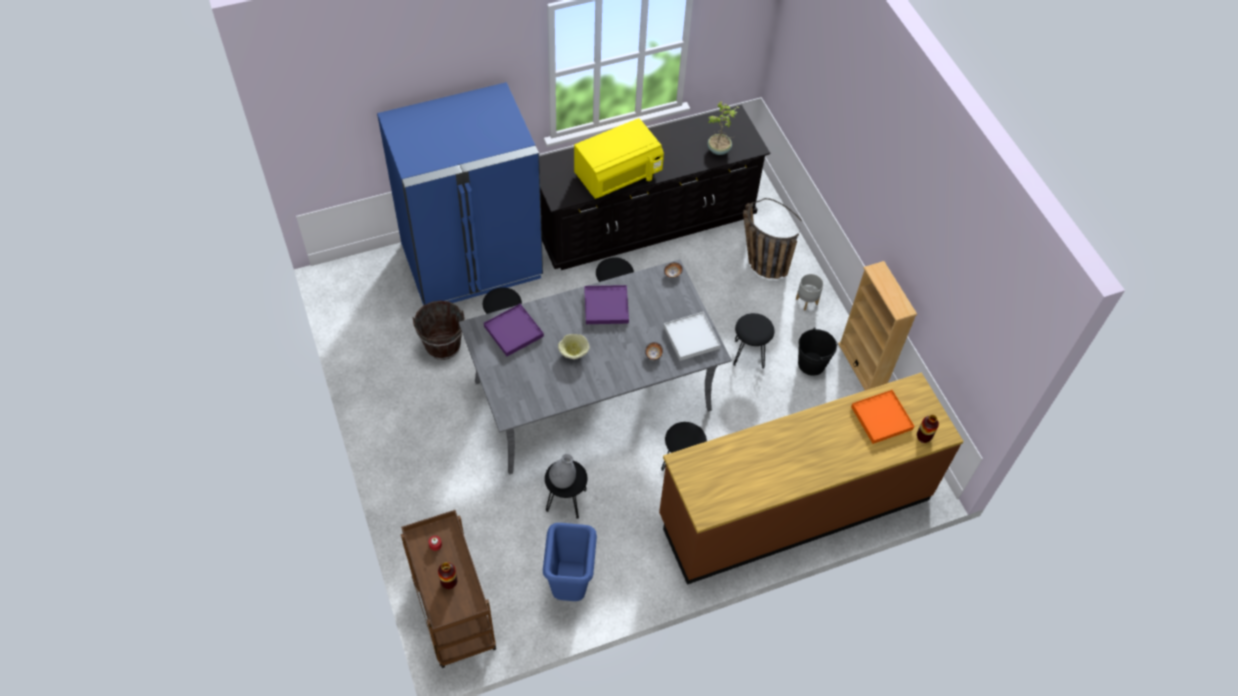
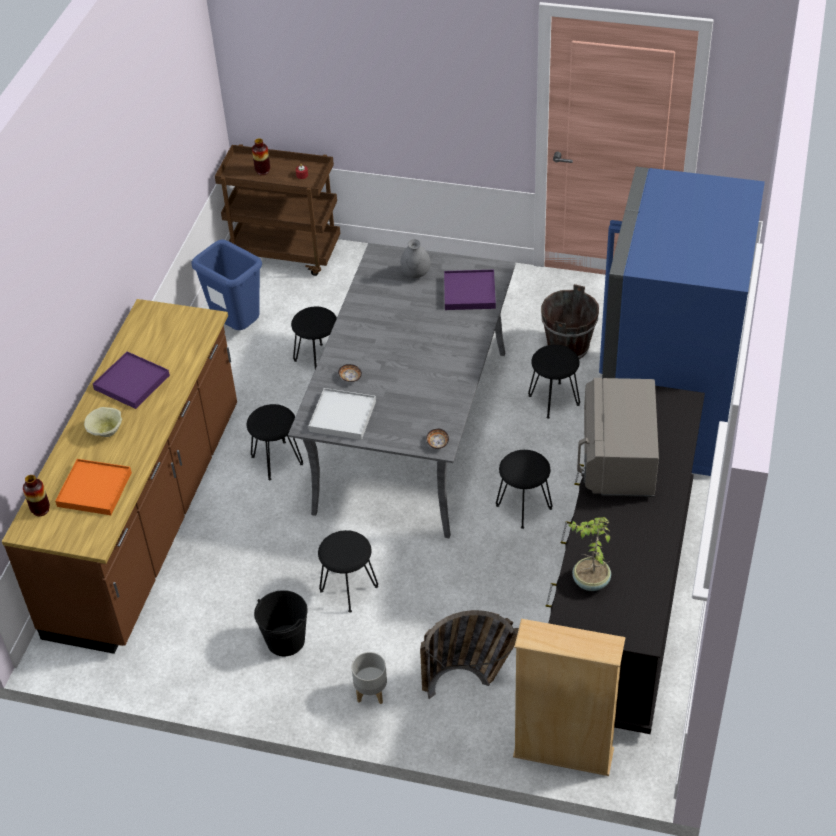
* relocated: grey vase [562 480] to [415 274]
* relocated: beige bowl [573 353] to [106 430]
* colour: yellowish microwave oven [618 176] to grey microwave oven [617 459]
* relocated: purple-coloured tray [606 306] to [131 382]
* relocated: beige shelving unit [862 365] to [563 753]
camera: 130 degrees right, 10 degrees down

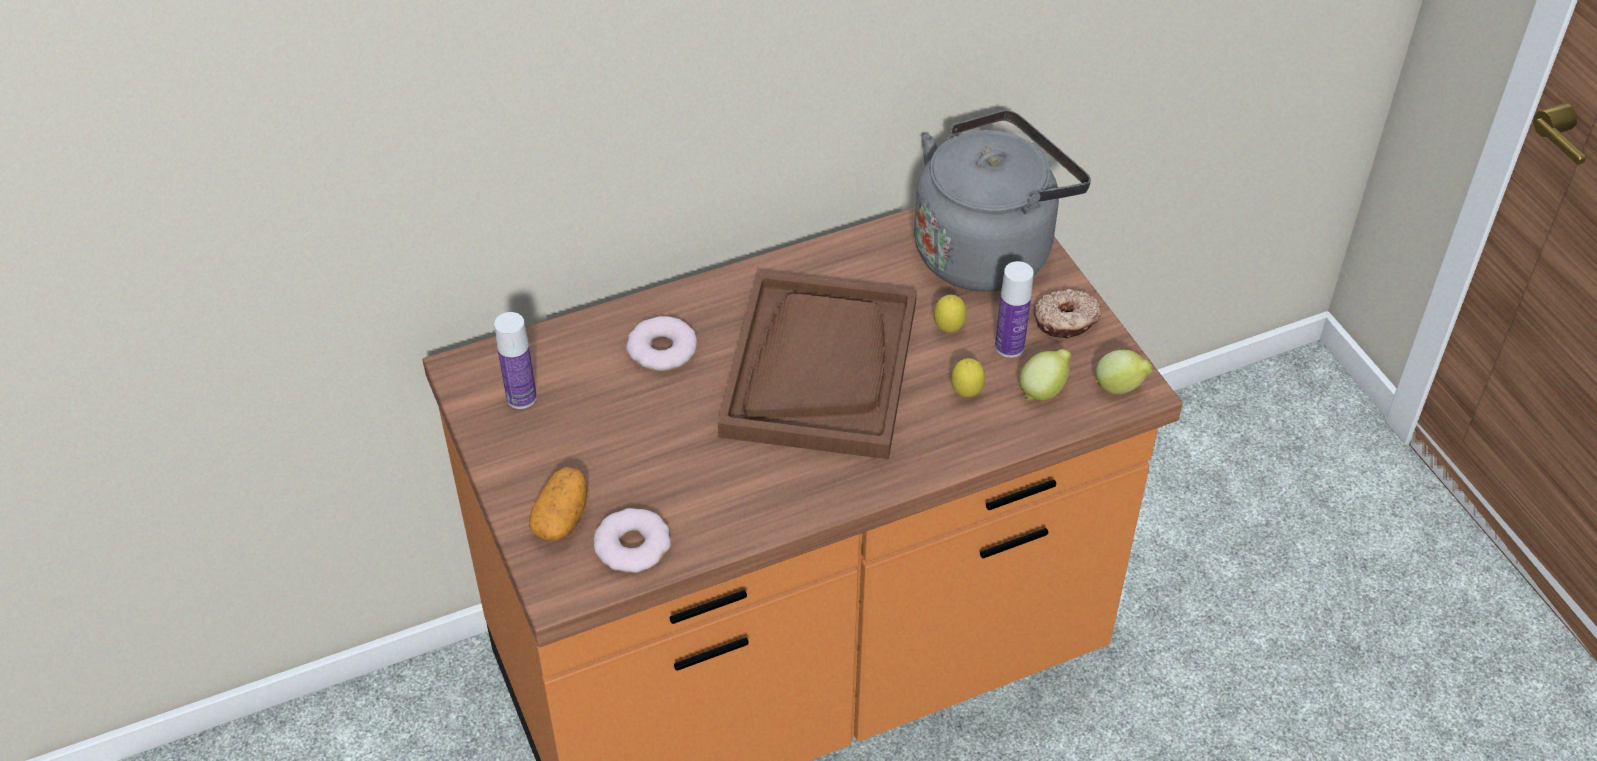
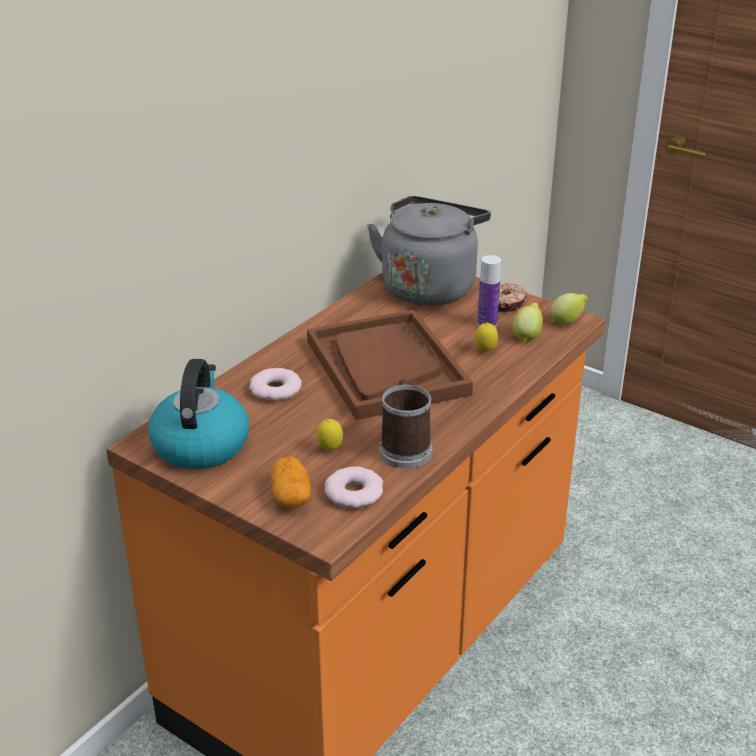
* exchanged: bottle [521 397] to kettle [200 444]
* relocated: lemon [948 330] to [330 450]
* appeared: coffee mug [404 448]
camera: 30 degrees left, 15 degrees down

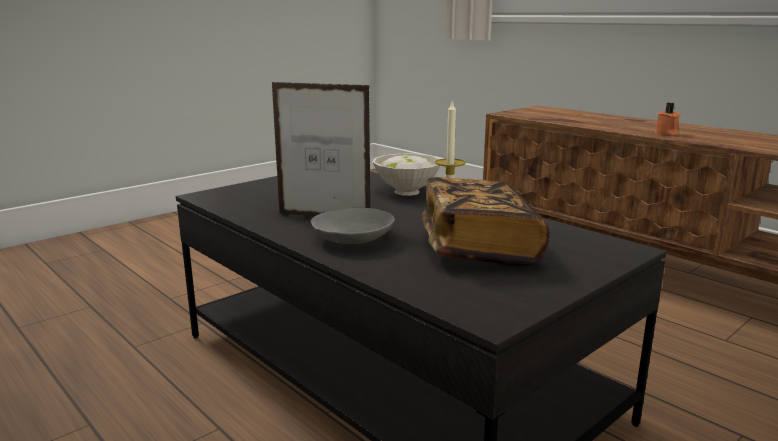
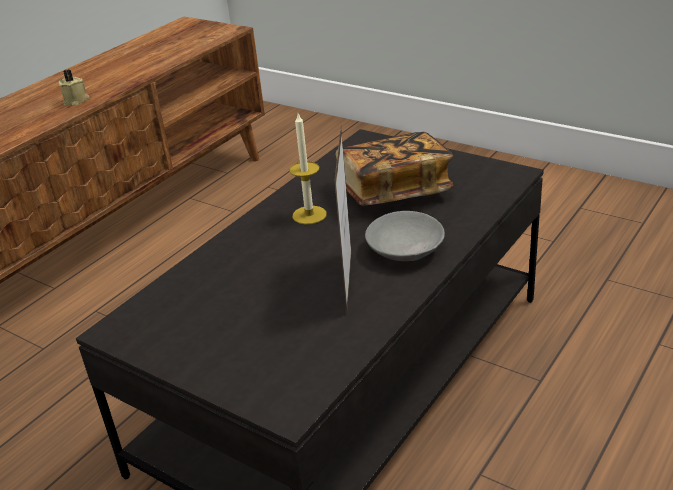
* missing: whitish bowl [408 191]
* colour: orangey wax light [666 133] to beige wax light [76 100]
camera: 100 degrees left, 15 degrees up

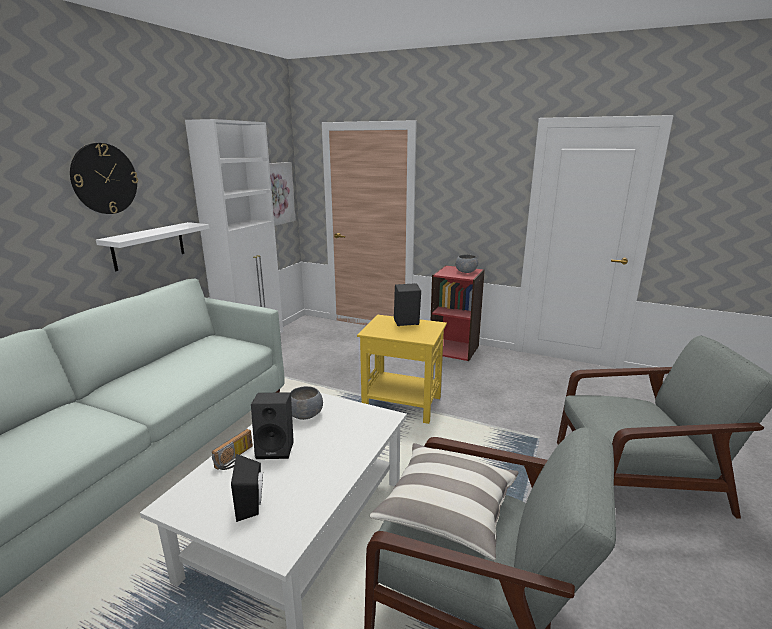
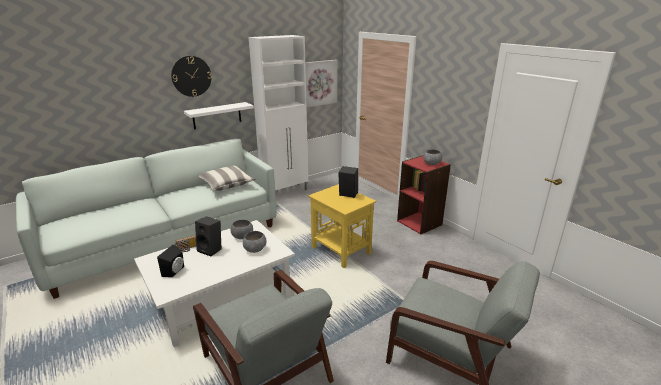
* relocated: cushion [447 510] to [226 185]
* appeared: grey bowl [254 249]
camera: 30 degrees right, 5 degrees up

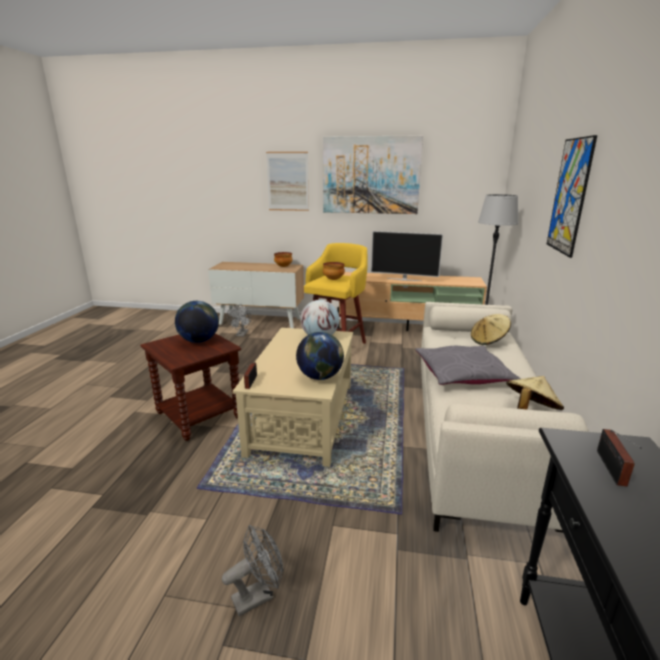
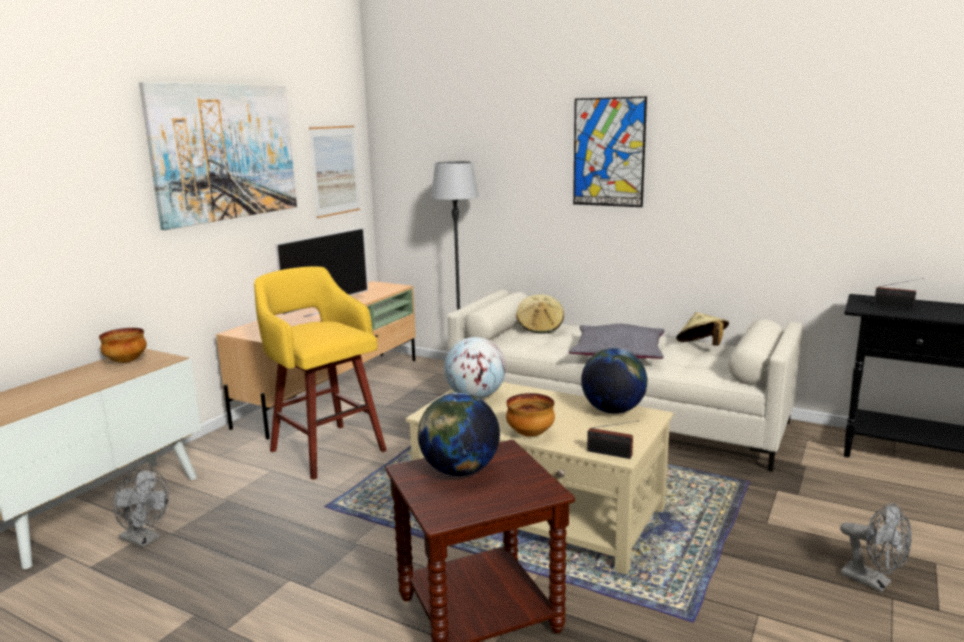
* spun: grey cooling fan [258 595] = [873 582] 150 degrees clockwise
* relocated: picture [288 181] to [335 170]
* relocated: bowl [333 279] to [530 434]
camera: 70 degrees left, 5 degrees down

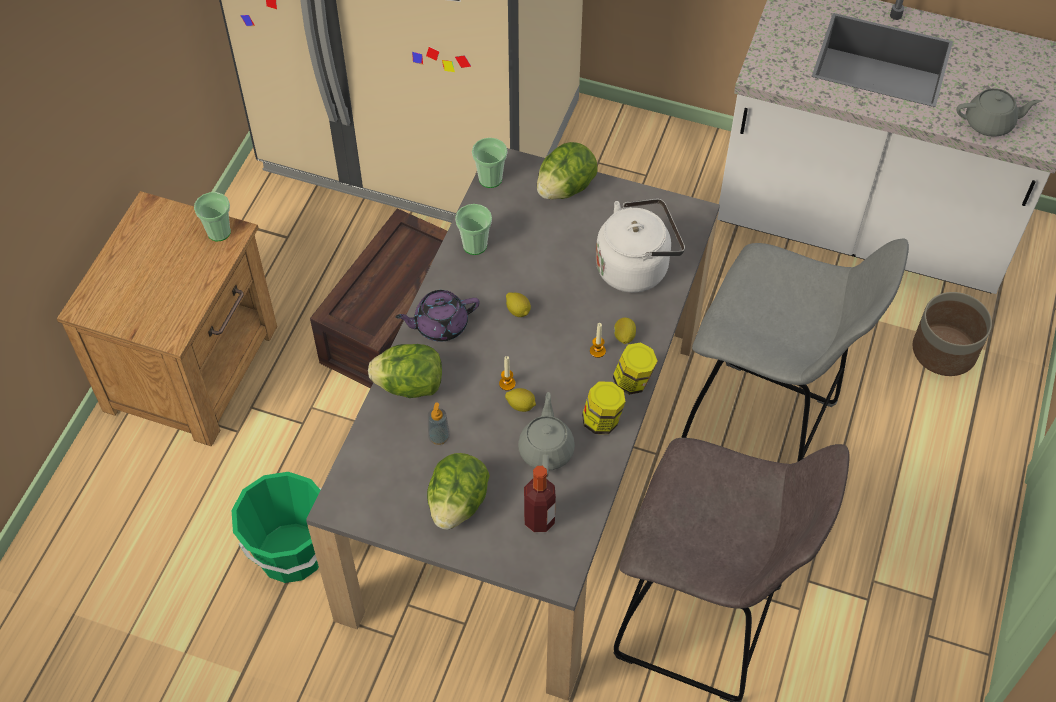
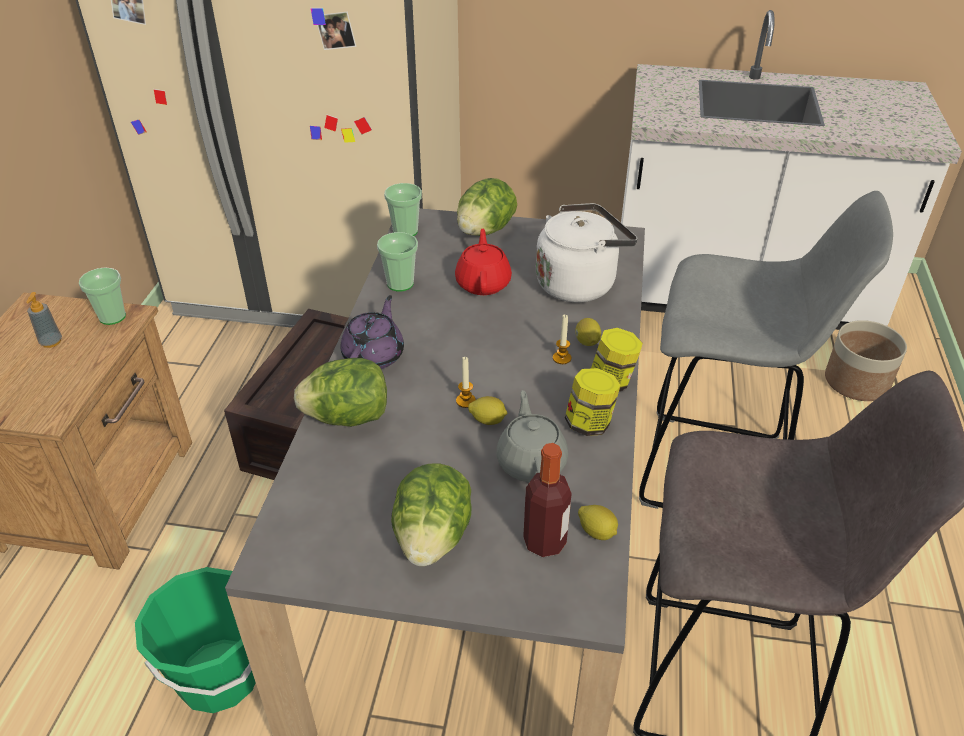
* spun: purple-coloured tea pot [440 325] = [374 355] 135 degrees clockwise
* relocated: soap dispenser [439 437] to [51 342]
* relocated: lemon [518 311] to [597 532]
* missing: grey tea pot [990 123]
* appeared: red tea pot [483 283]
camera: 10 degrees left, 15 degrees down

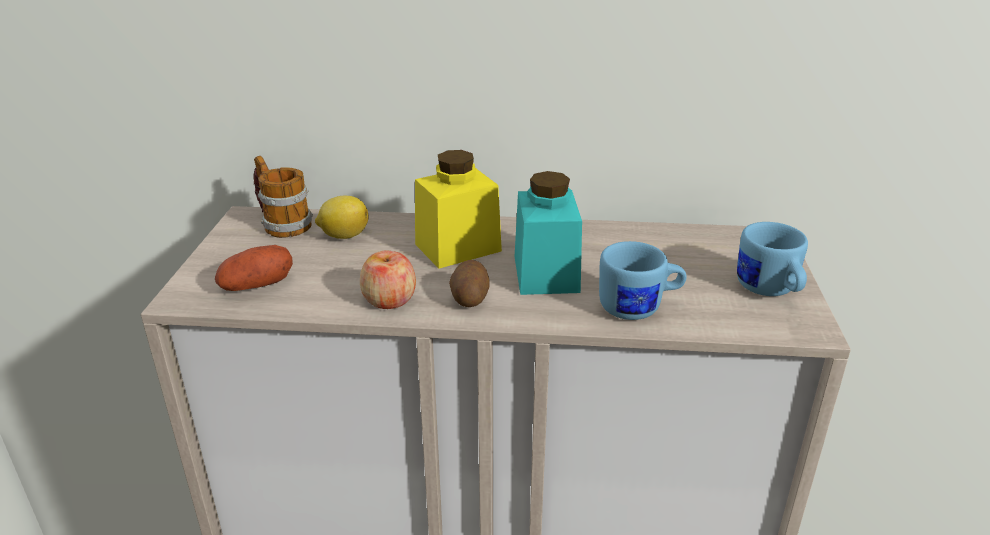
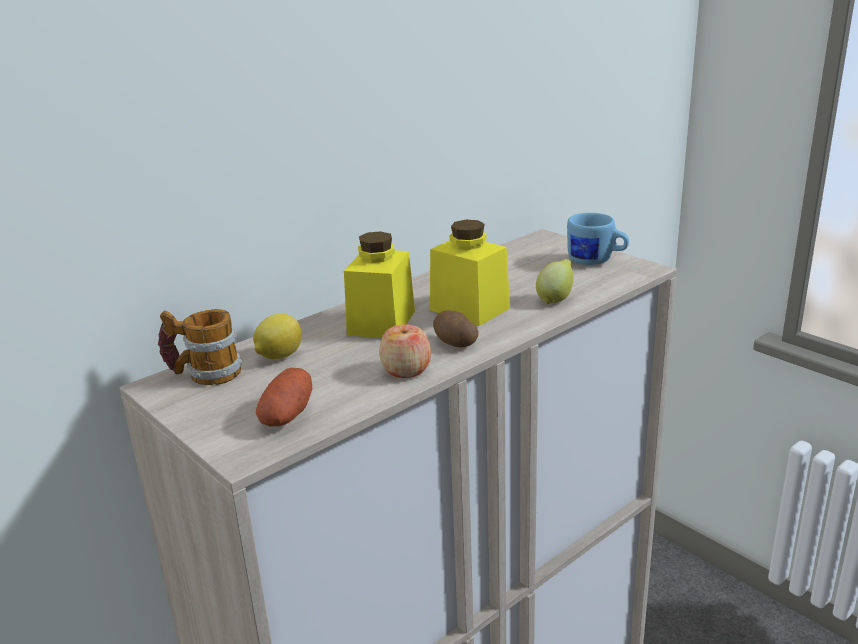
* colour: turquoise-coloured preserve jar [546 274] to yellowish preserve jar [469 309]
* exchanged: blue-coloured coffee mug [639 308] to lemon [555 299]
camera: 45 degrees left, 5 degrees down

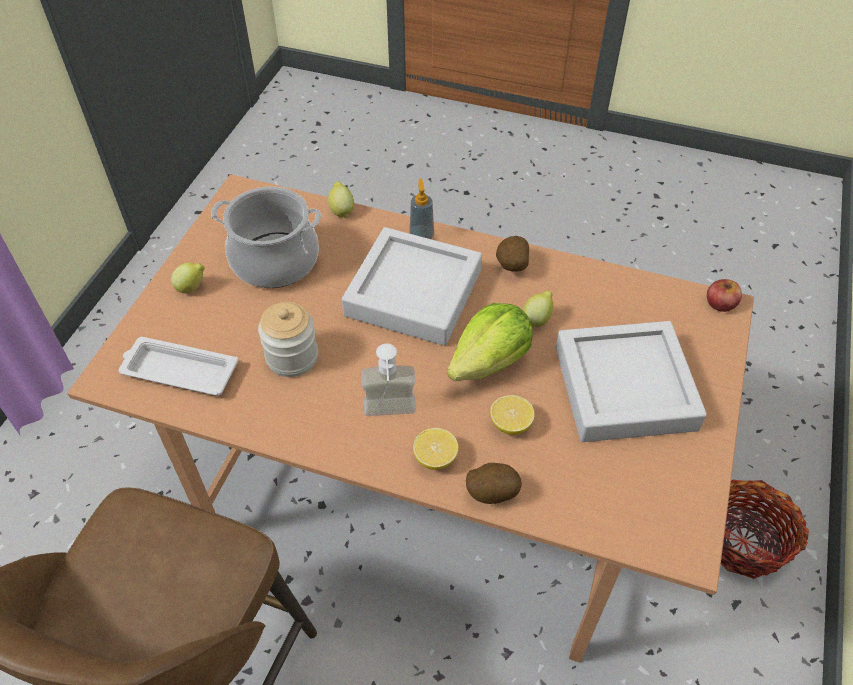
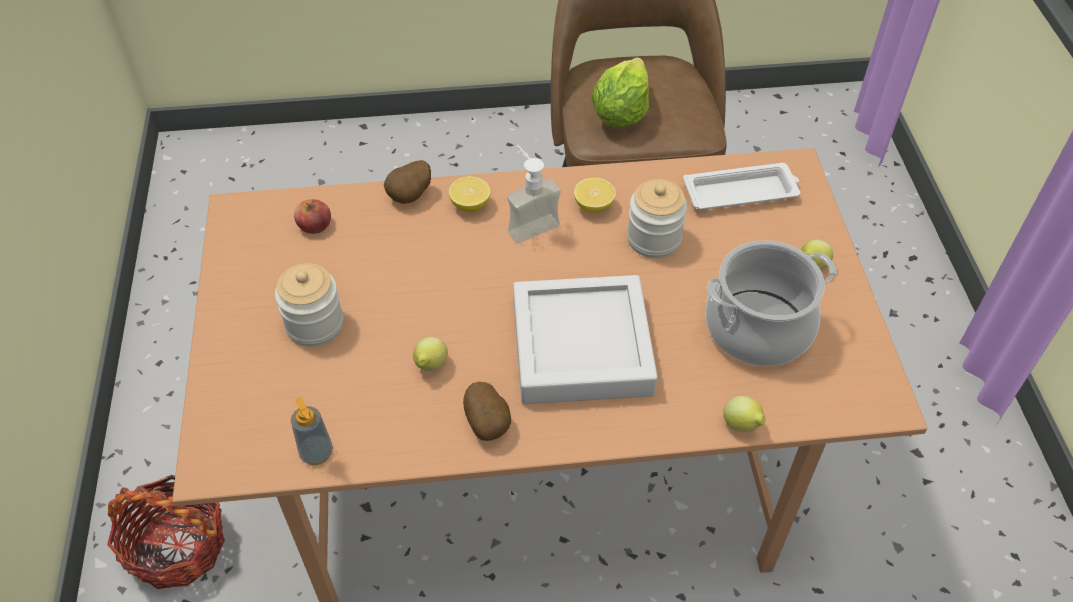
* relocated: soap dispenser [421 236] to [316 453]
* relocated: lettuce [490 362] to [620 113]
* relocated: lemon [510 424] to [593 206]
* exchanged: grey tray [624 388] to preserve jar [315 324]
* relocated: whole apple [720 303] to [314 225]
camera: 155 degrees right, 0 degrees up

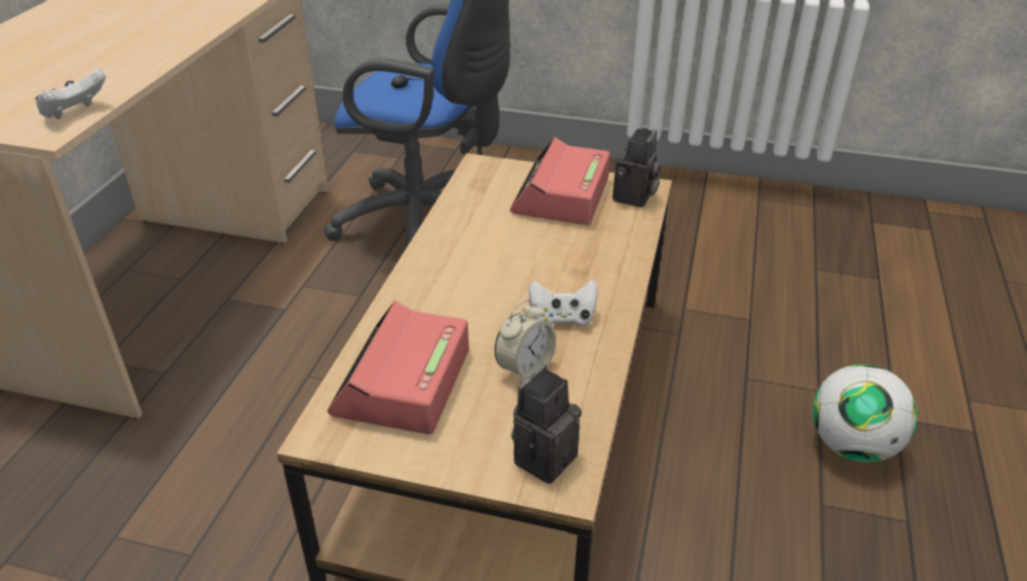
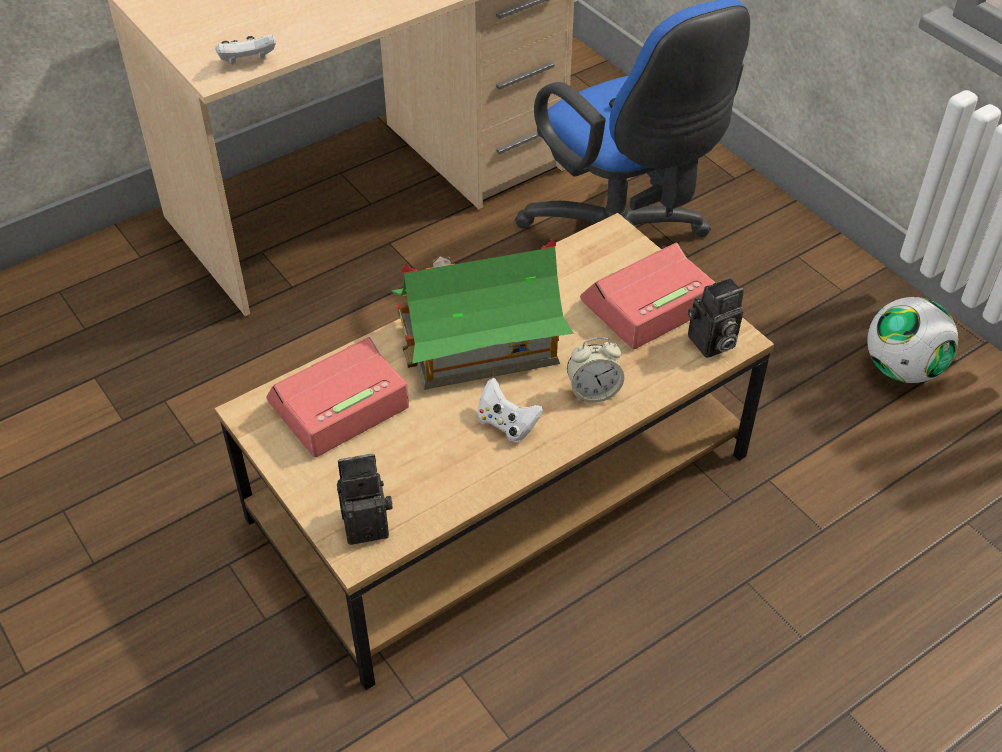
* relocated: alarm clock [525 369] to [593 392]
* relocated: football ball [852 445] to [902 369]
* appeared: miniature house [480 344]
camera: 40 degrees right, 10 degrees up

